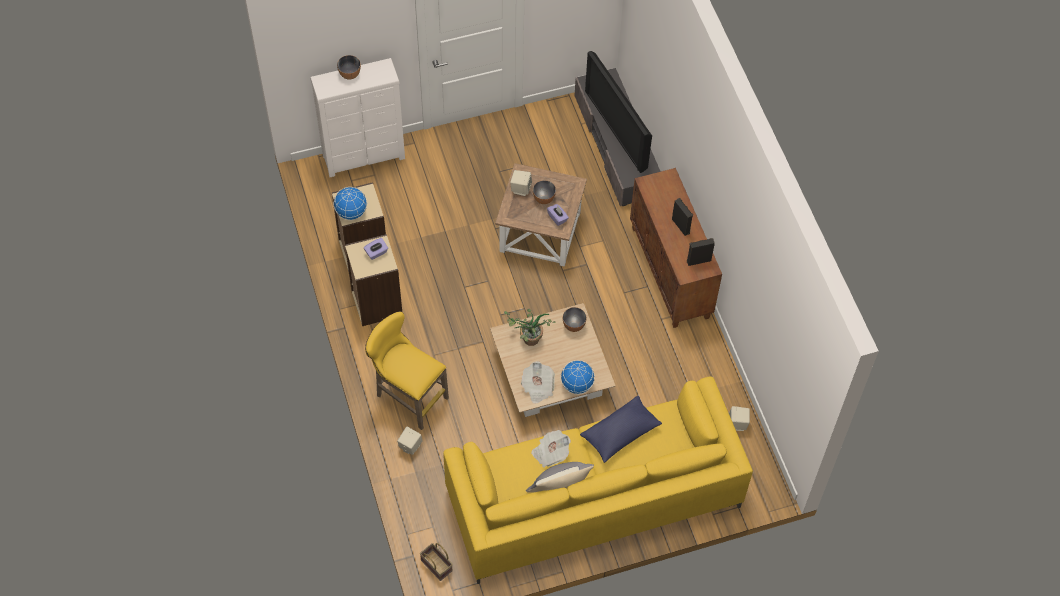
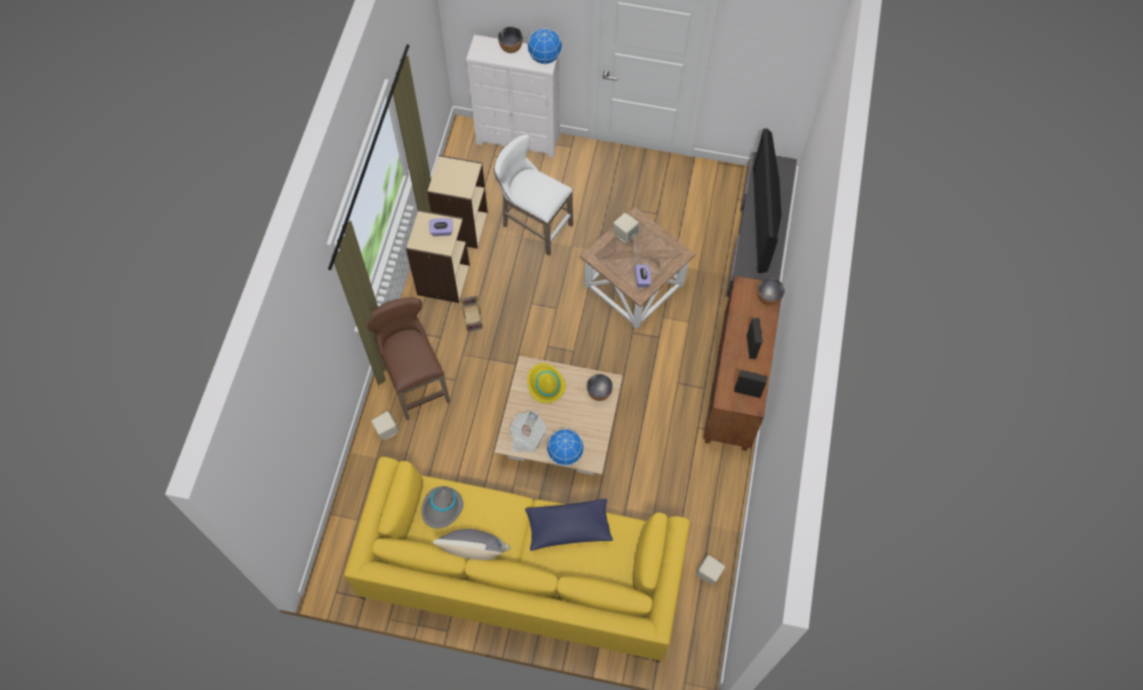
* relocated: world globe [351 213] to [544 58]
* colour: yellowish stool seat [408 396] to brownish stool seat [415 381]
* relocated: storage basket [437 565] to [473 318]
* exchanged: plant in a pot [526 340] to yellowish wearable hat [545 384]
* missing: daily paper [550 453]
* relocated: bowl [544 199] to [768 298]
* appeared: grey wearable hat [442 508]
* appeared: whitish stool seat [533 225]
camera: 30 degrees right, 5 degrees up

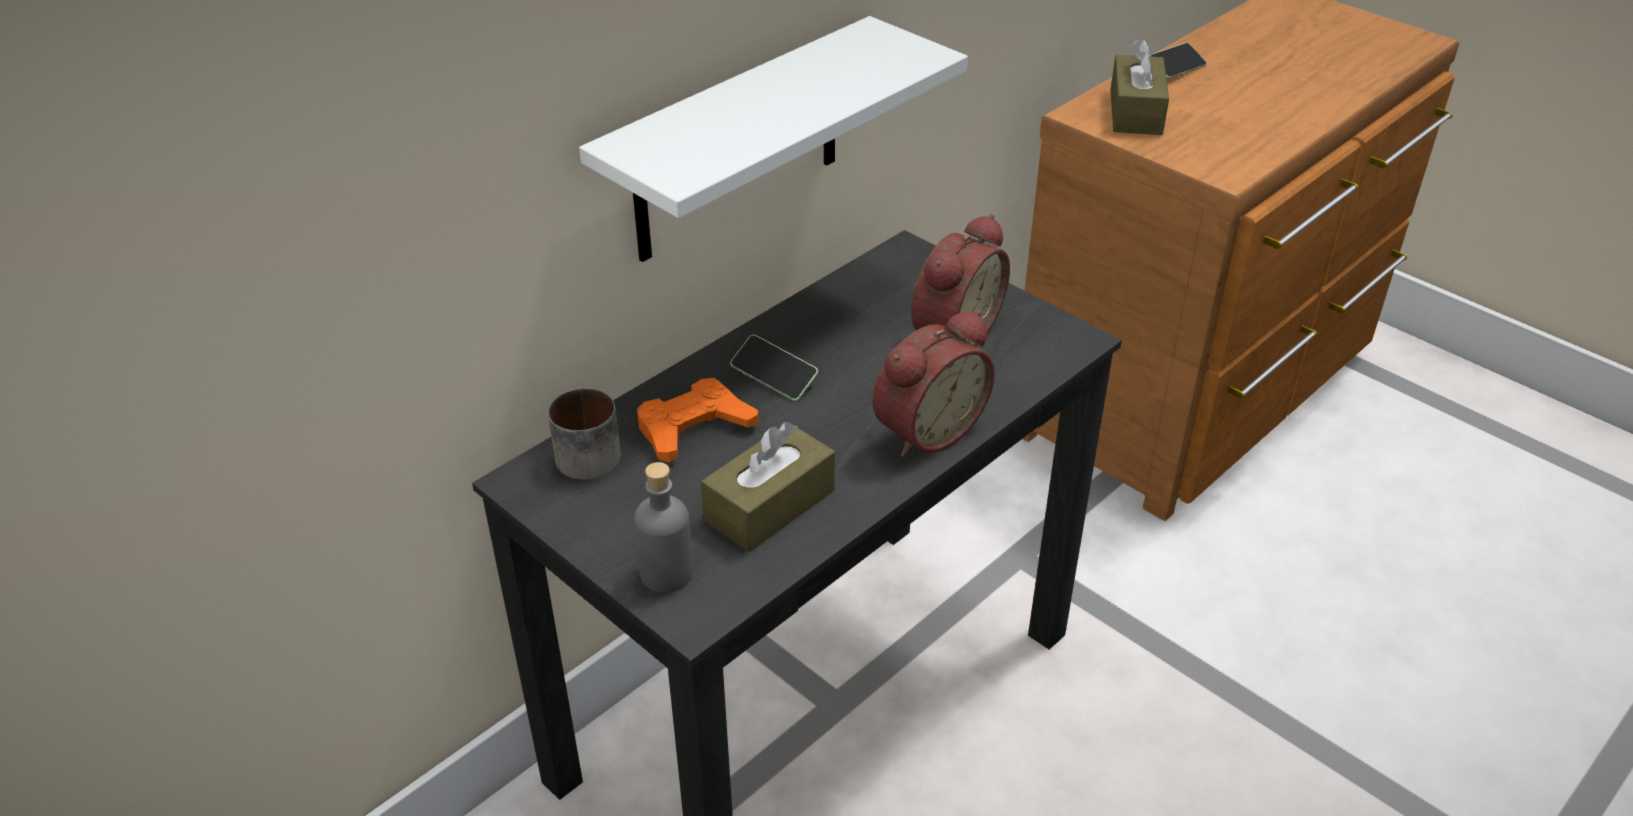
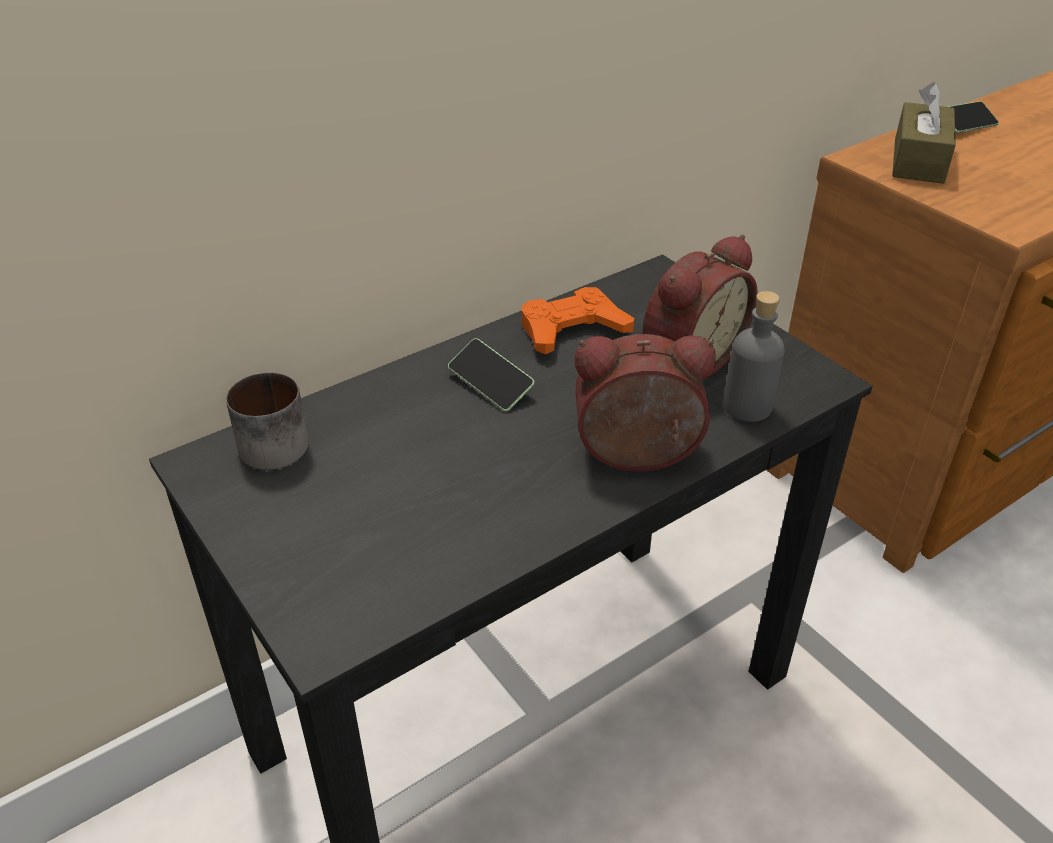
* missing: whitish shelf [737 143]
* relocated: grey bottle [666 574] to [747 406]
* relocated: orangey gamepad [694 428] to [572 329]
* missing: brownish tissue holder [769 505]
* spun: alarm clock [925 429] = [637 457] 150 degrees counterclockwise
camera: 10 degrees right, 0 degrees up

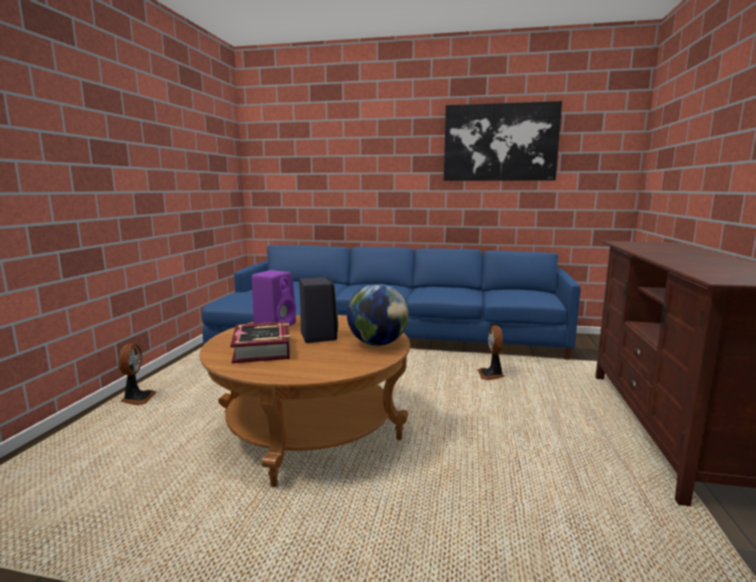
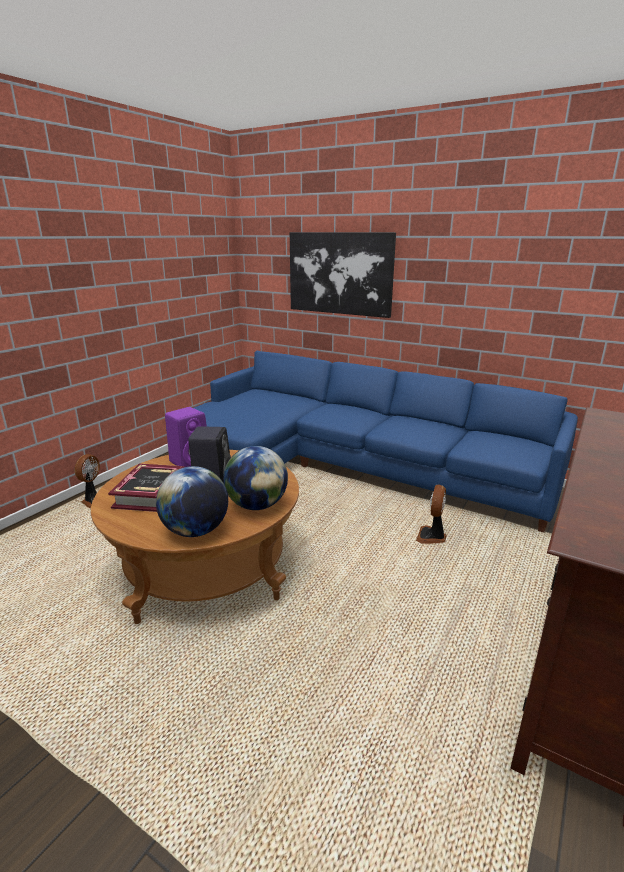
* relocated: picture [500 142] to [340 273]
* appeared: world globe [196 531]
camera: 20 degrees right, 10 degrees up

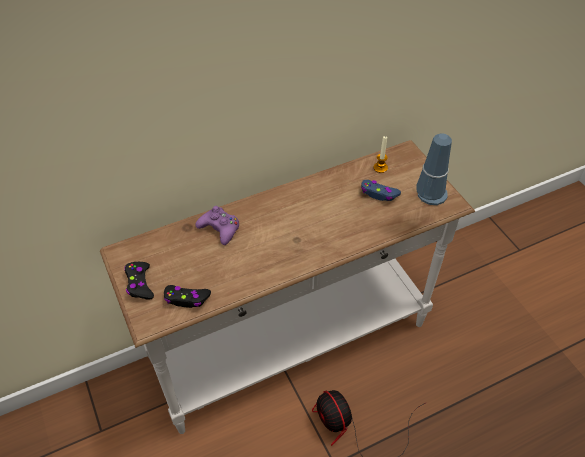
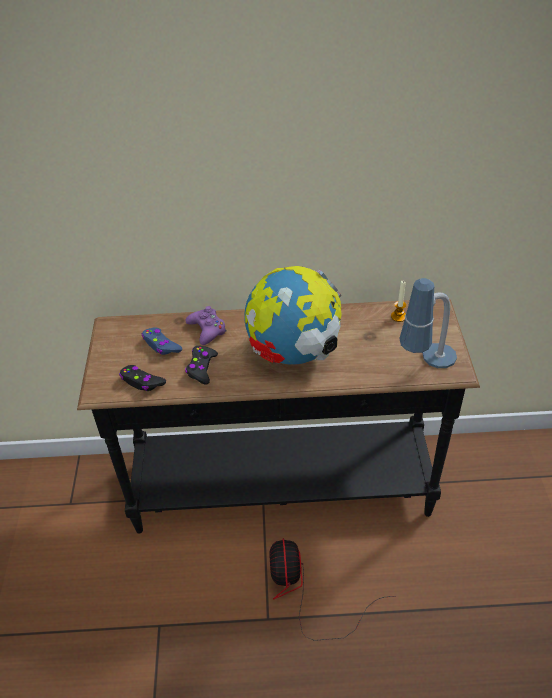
* colour: whitish narrow table [292 347] to blackish narrow table [282 490]
* relocated: blackish gamepad [139 284] to [201 368]
* relocated: blue-coloured gamepad [379 194] to [161 345]
* appeared: world globe [293 352]
camera: 25 degrees right, 5 degrees down

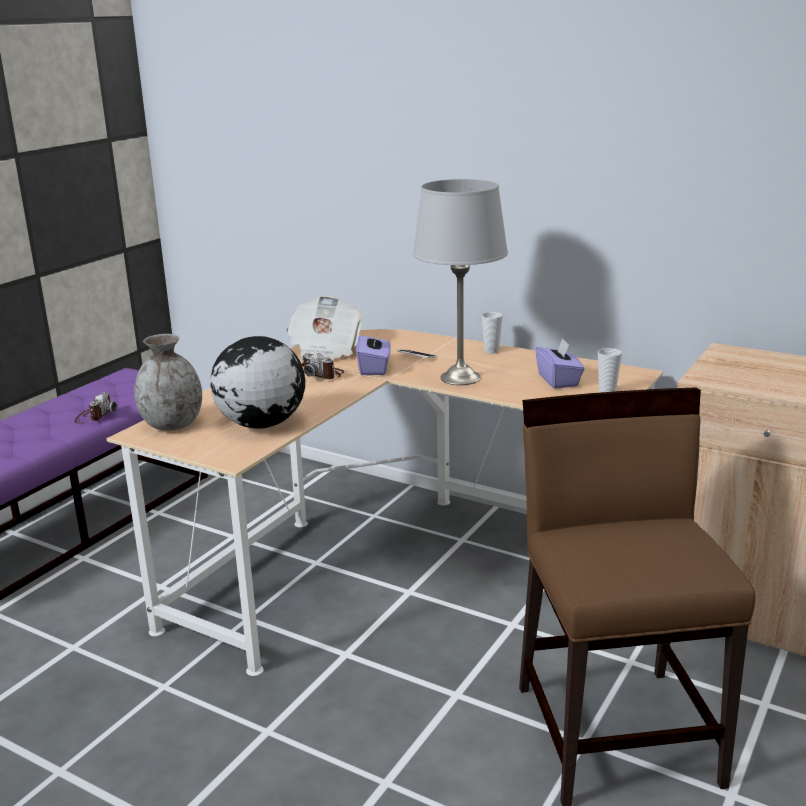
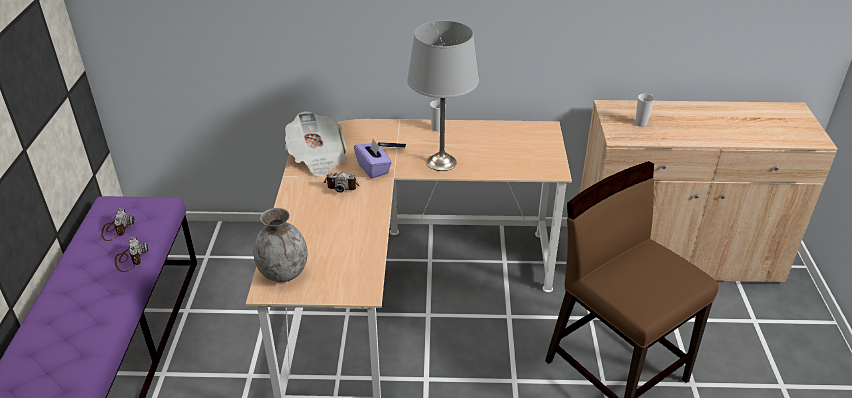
* missing: world globe [260 424]
* missing: purple-coloured tissue holder [559 380]
* relocated: cup [607 392] to [641 123]
* appeared: photo camera [116 229]
camera: 30 degrees left, 15 degrees up

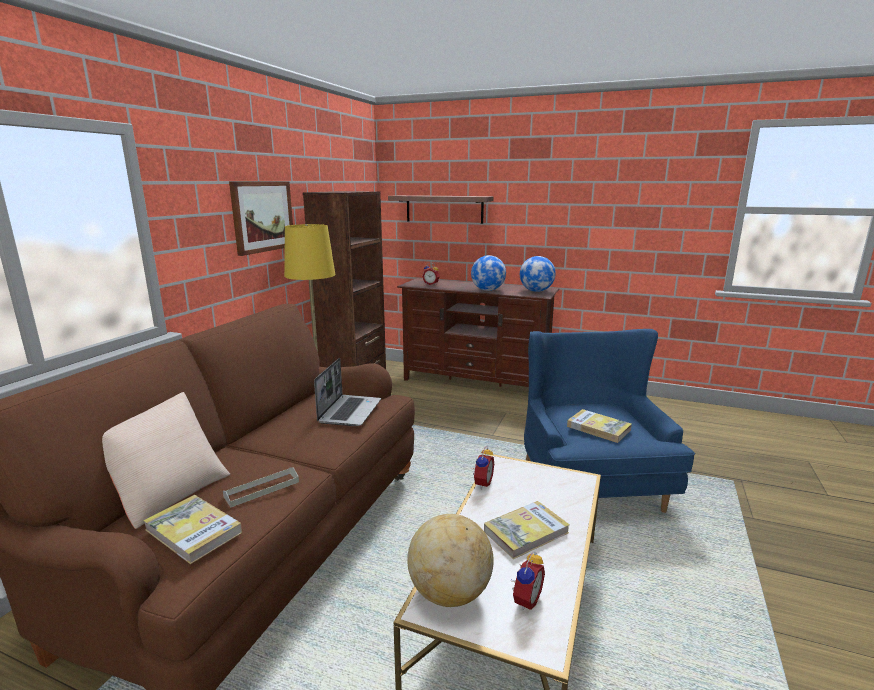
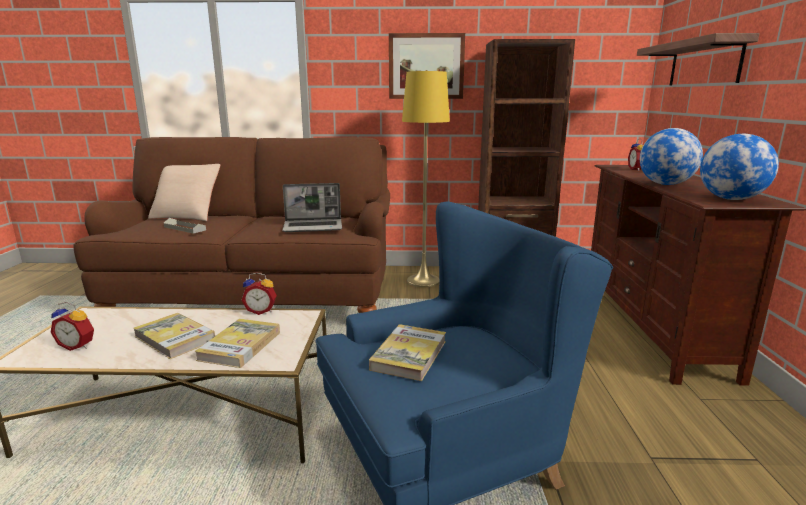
* relocated: volume [193 531] to [240 346]
* missing: world globe [450 593]
camera: 70 degrees right, 0 degrees up

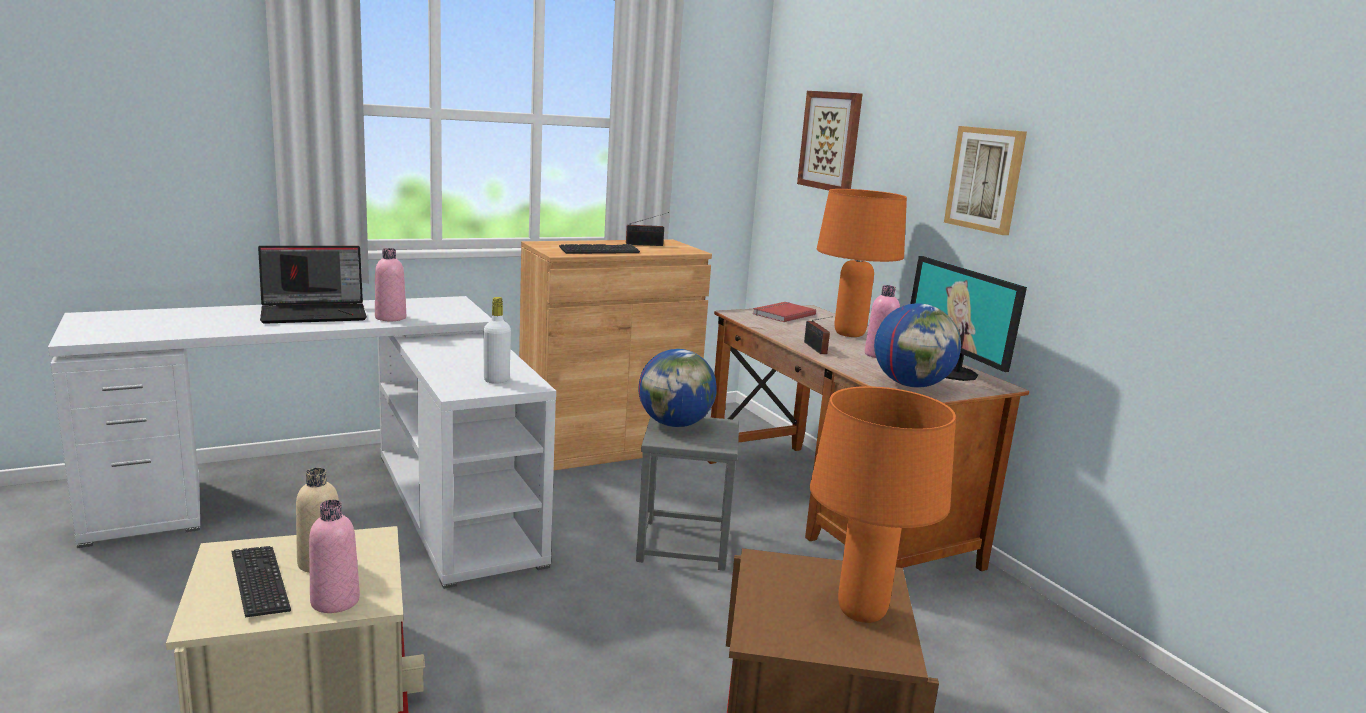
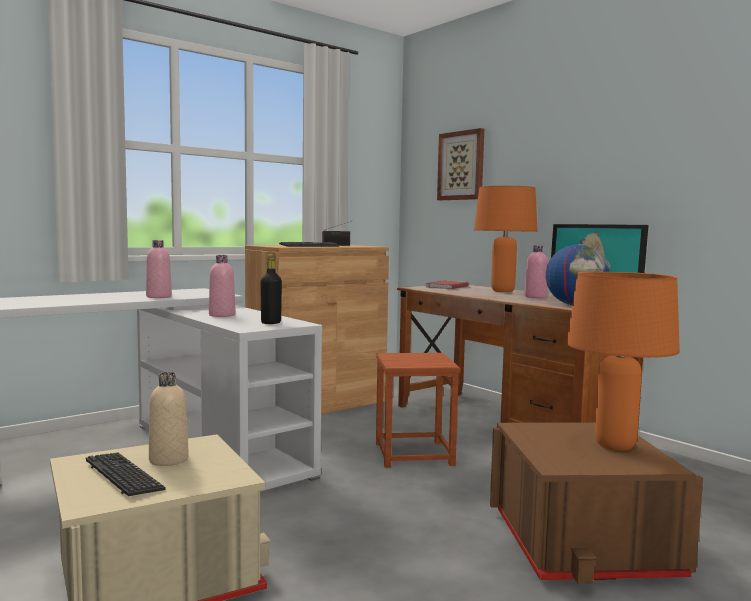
* missing: portable computer [315 313]
* relocated: pink-coloured bottle [335 601] to [222 315]
* colour: whitish bottle [496 380] to blackish bottle [271 323]
* colour: grey stool seat [682 544] to brownish stool seat [413 454]
* missing: world globe [675 424]
* missing: radio [815 348]
* missing: picture [985 179]
camera: 10 degrees left, 10 degrees down

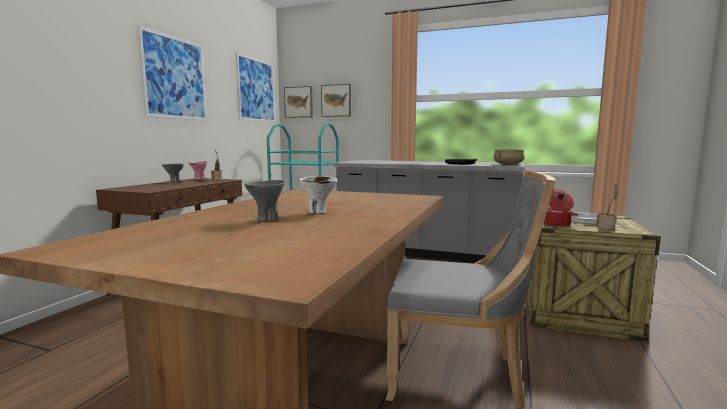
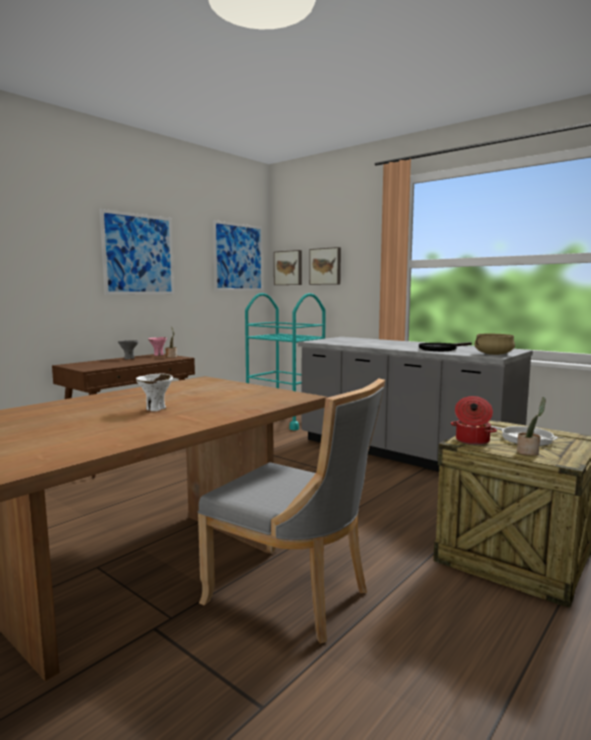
* missing: grey bowl [267 219]
camera: 20 degrees right, 0 degrees up

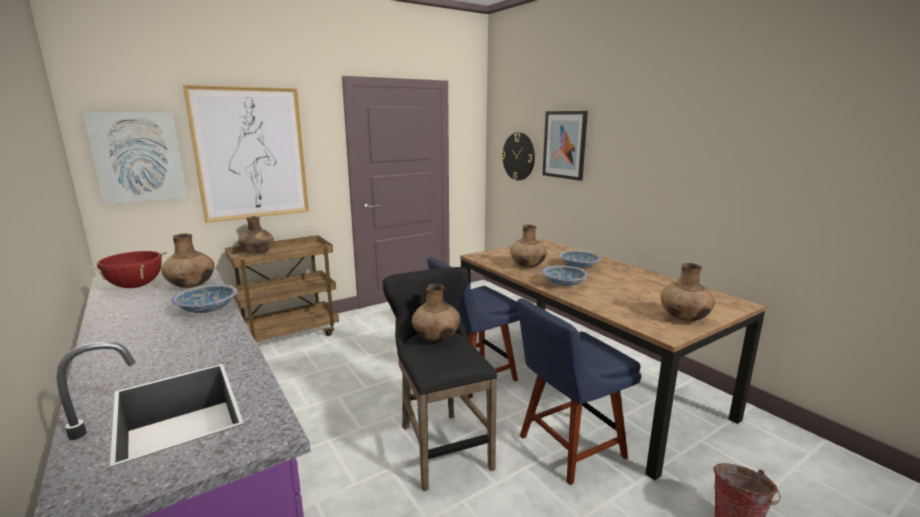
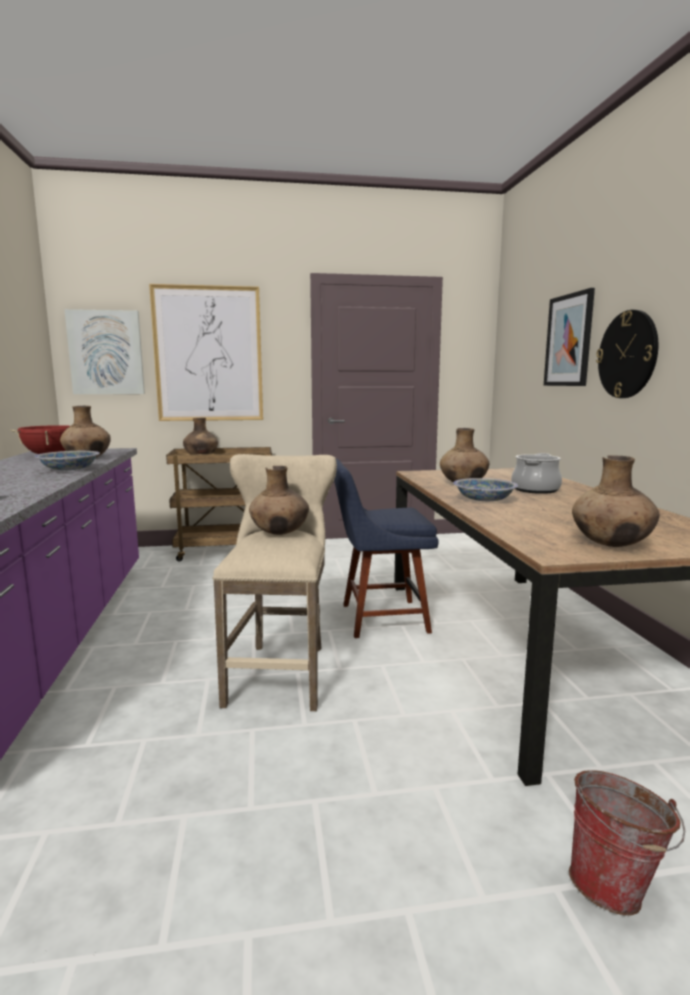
* colour: blackish stool seat [440 443] to beige stool seat [281 671]
* relocated: clock on the wall [518 156] to [627 354]
* missing: blue-coloured chair [567 448]
* exchanged: bowl [579 266] to stockpot [535 489]
camera: 25 degrees right, 5 degrees down

